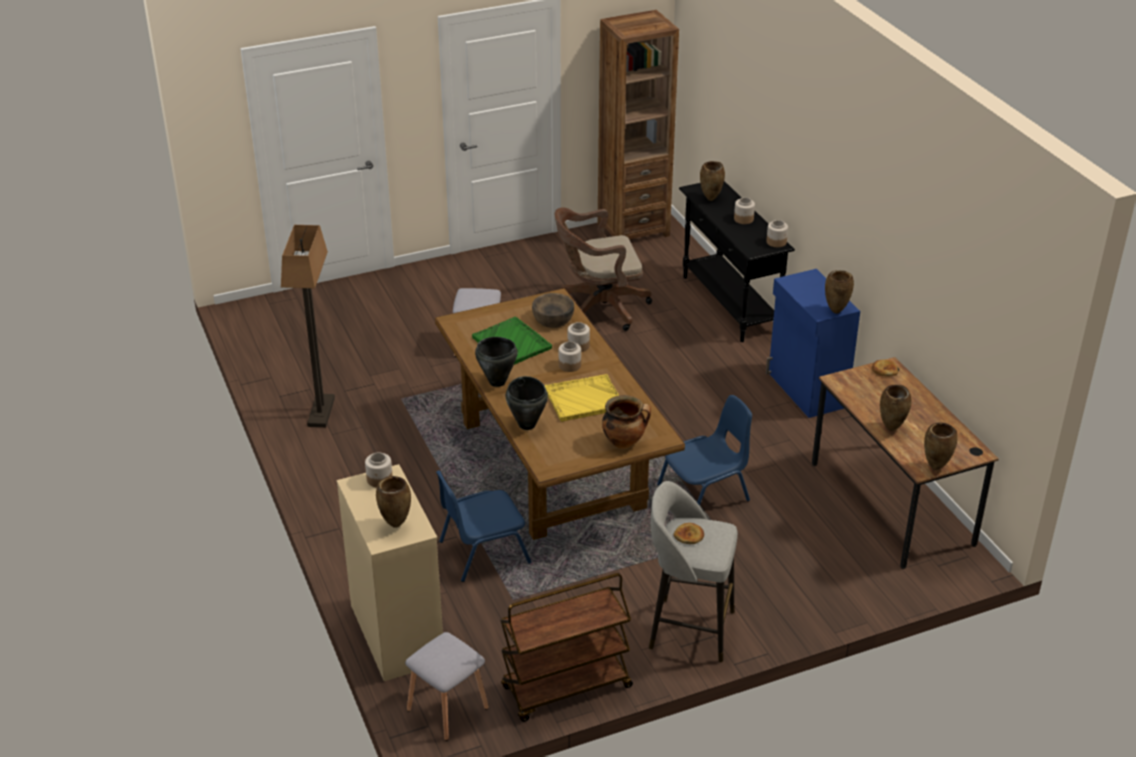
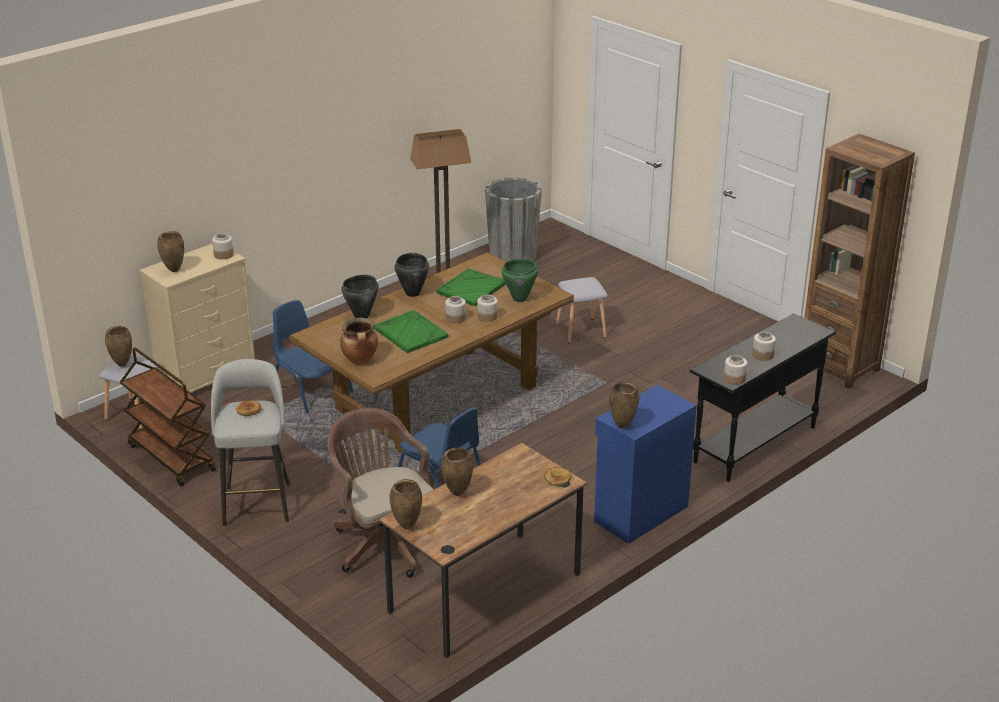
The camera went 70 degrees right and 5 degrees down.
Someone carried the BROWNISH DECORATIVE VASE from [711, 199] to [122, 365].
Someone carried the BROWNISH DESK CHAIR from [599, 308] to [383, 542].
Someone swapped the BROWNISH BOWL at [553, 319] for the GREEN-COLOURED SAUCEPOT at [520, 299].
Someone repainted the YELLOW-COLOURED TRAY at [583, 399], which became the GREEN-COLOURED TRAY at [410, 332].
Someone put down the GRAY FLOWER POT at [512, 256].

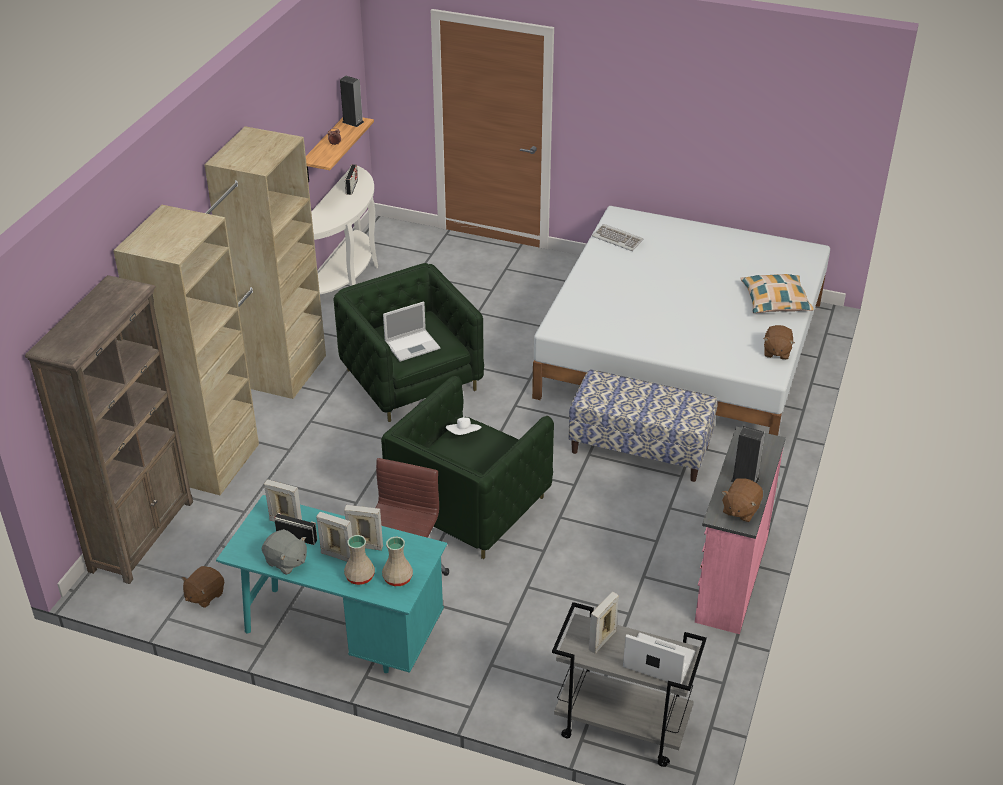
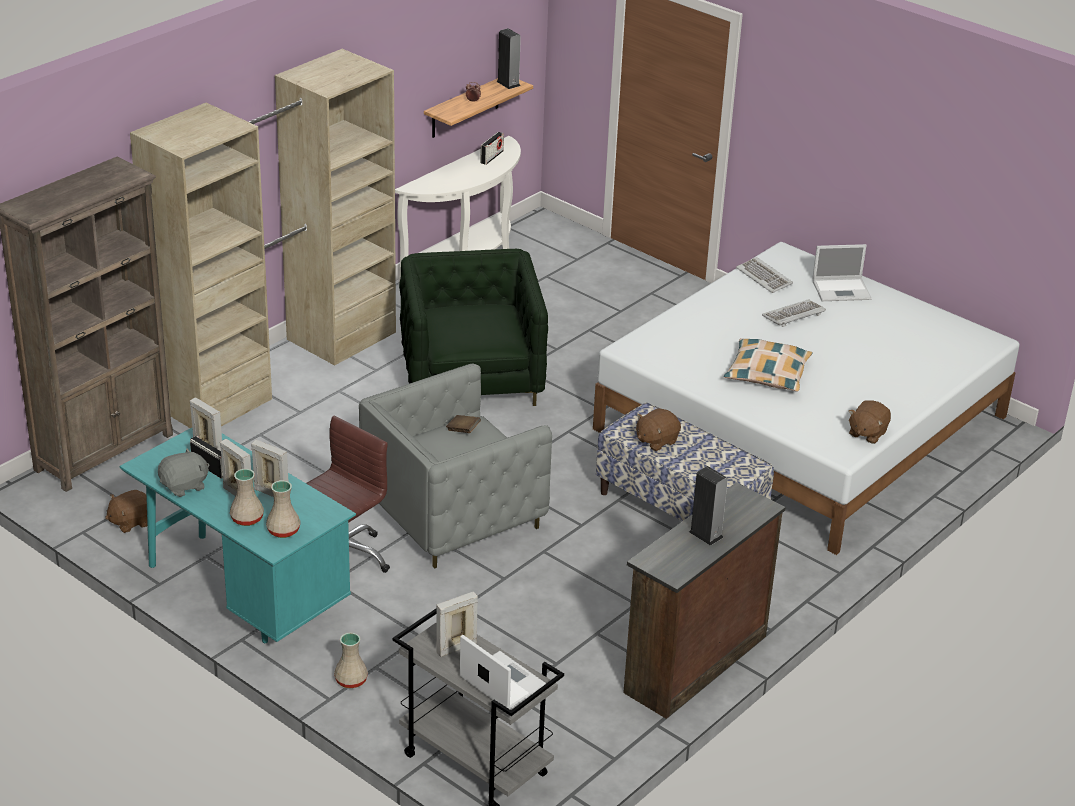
The camera went 20 degrees right and 5 degrees down.
Someone carried the CUSHION from [775, 301] to [767, 373].
Someone carried the LAPTOP from [413, 345] to [842, 290].
Someone repainted the GREEN-COLOURED LOUNGE CHAIR at [469, 505], which became the GRAY LOUNGE CHAIR at [453, 514].
Someone swapped the WHITE HAT at [464, 435] for the BROWNISH BOOK at [463, 430].
Someone repainted the PINKISH DRESSER at [729, 579], which became the BROWNISH DRESSER at [693, 663].
Someone carried the BROWNISH PLUSH TOY from [740, 510] to [656, 441].
Someone rotated the GRAY PLUSH TOY at [286, 562] by 90 degrees counterclockwise.
Someone put down the KEYBOARD at [793, 315].
Someone put down the SAND-COLOURED DECORATIVE VASE at [351, 681].

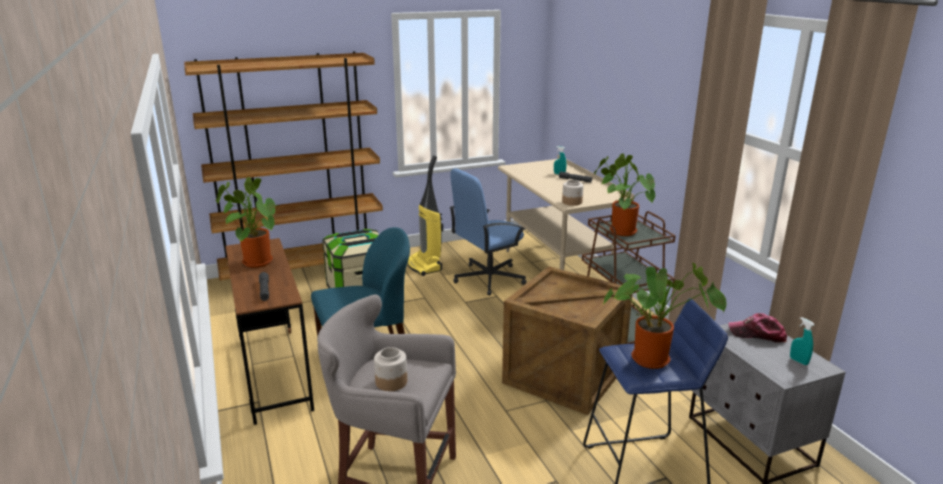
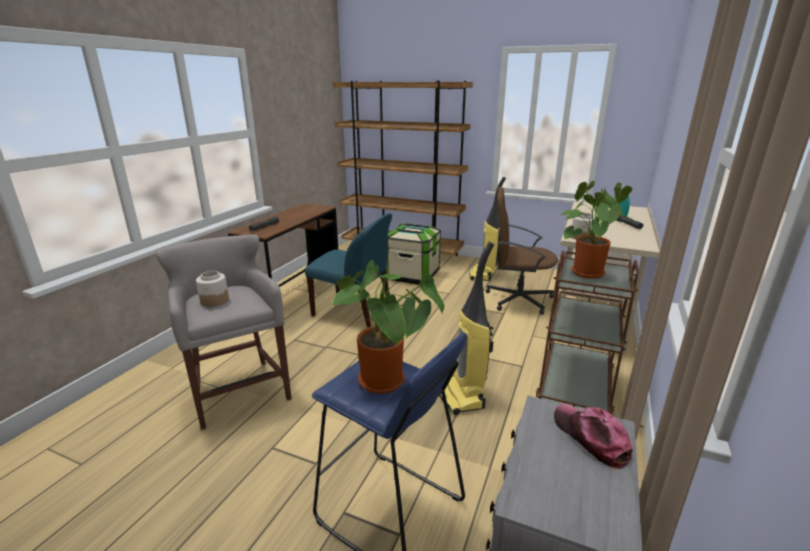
The camera went 45 degrees right and 0 degrees up.
Someone repainted the BLUISH DESK CHAIR at [488, 278], which became the BROWNISH DESK CHAIR at [517, 299].
Someone took away the HOUSEPLANT at [255, 262].
Someone swapped the SHIPPING CRATE at [566, 375] for the VACUUM CLEANER at [461, 394].
Someone took away the BLUE-GREEN SPRAYER at [798, 361].

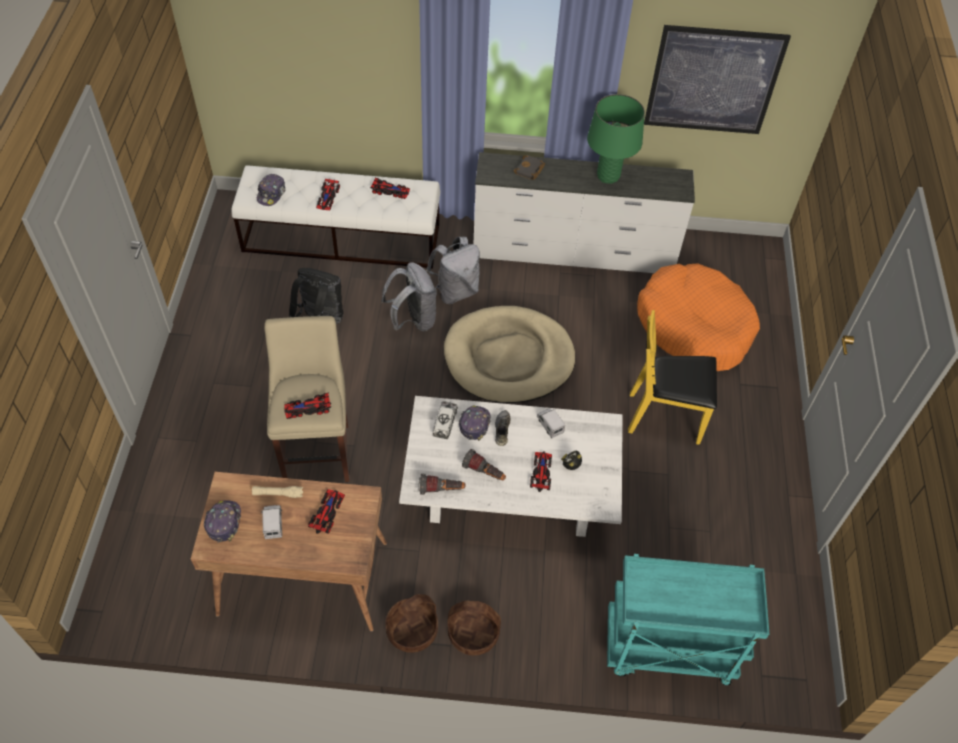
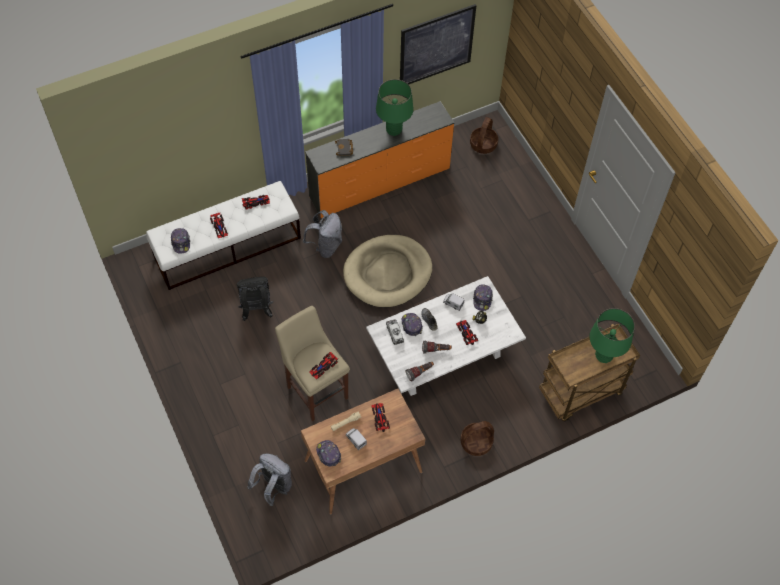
The camera went 30 degrees left and 5 degrees up.
Someone repainted the WHITE DRESSER at [573, 252], which became the ORANGE DRESSER at [380, 183].
Someone carried the GRAY BACKPACK from [413, 319] to [273, 487].
Someone took away the ORANGE DOG BED at [694, 326].
Someone took away the YELLOW-COLOURED CHAIR at [665, 417].
Someone repainted the BLUE-GREEN CART at [667, 649], which became the BROWNISH CART at [580, 393].
Someone carried the BASKET from [412, 629] to [483, 144].
Someone put down the BASEBALL CAP at [482, 299].
Someone put down the GREEN-COLOURED TABLETOP LAMP at [604, 356].

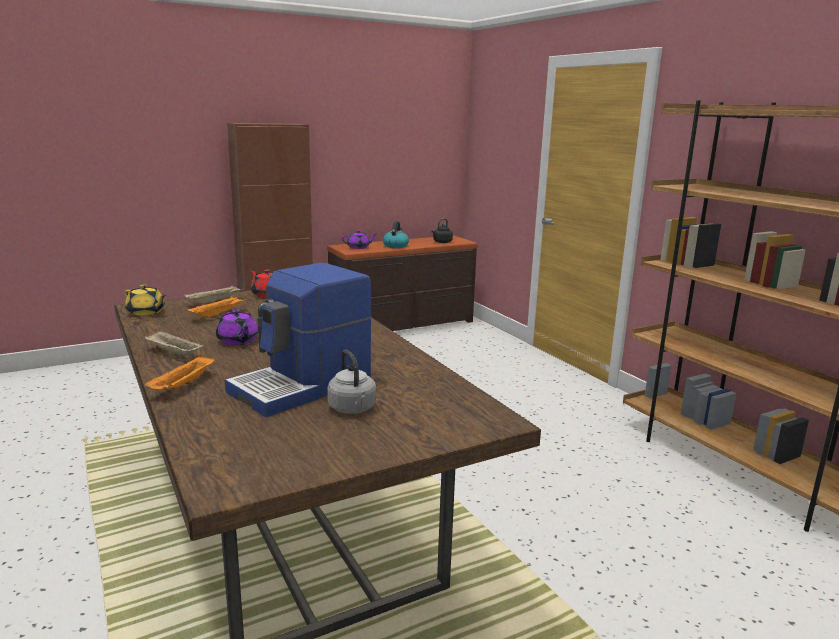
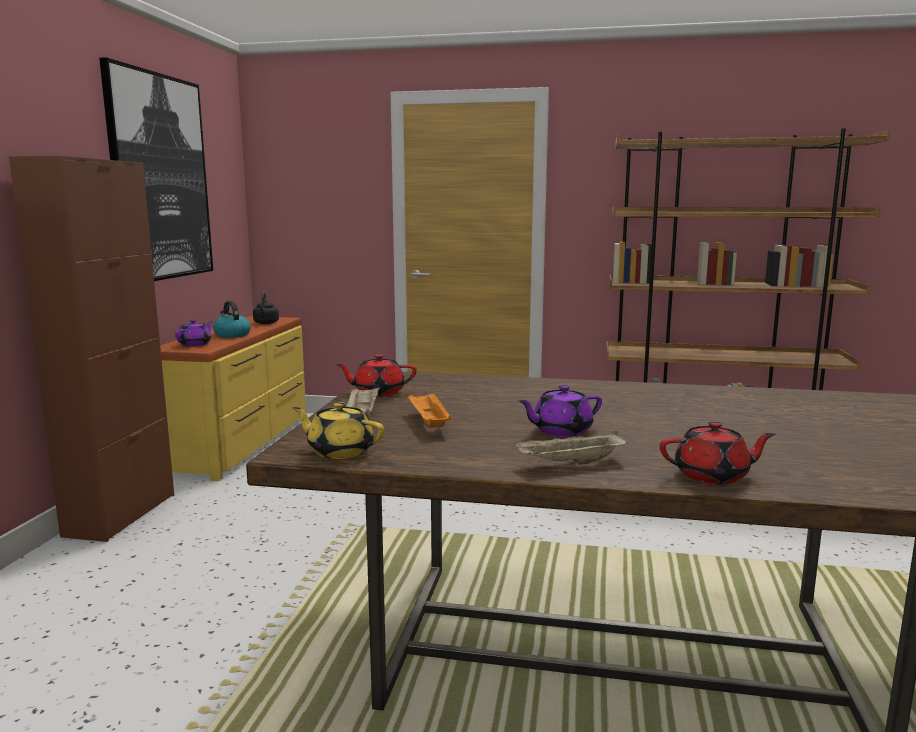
The camera went 50 degrees left and 5 degrees down.
Someone repainted the BROWNISH DRESSER at [403, 325], which became the YELLOW-COLOURED DRESSER at [242, 443].
Someone took away the COFFEE MACHINE at [303, 386].
Someone rotated the YELLOW-COLOURED POT FOR TEA at [146, 312] by 135 degrees counterclockwise.
Someone rotated the PURPLISH POT FOR TEA at [238, 341] by 150 degrees clockwise.
Someone took away the GRAY KETTLE at [353, 409].
Someone swapped the ORANGE TRAY at [183, 386] for the REDDISH POT FOR TEA at [713, 476].
Someone put up the WALL PICTURE at [160, 178].

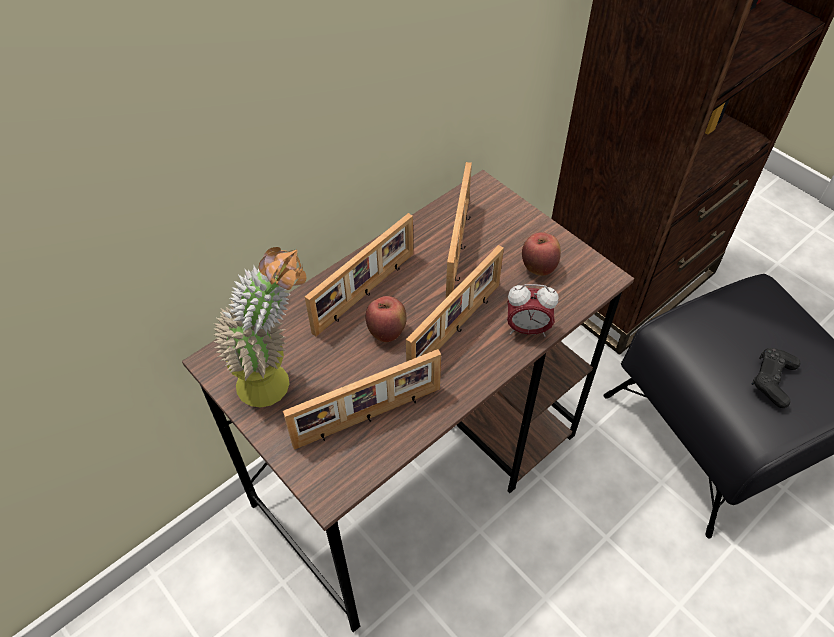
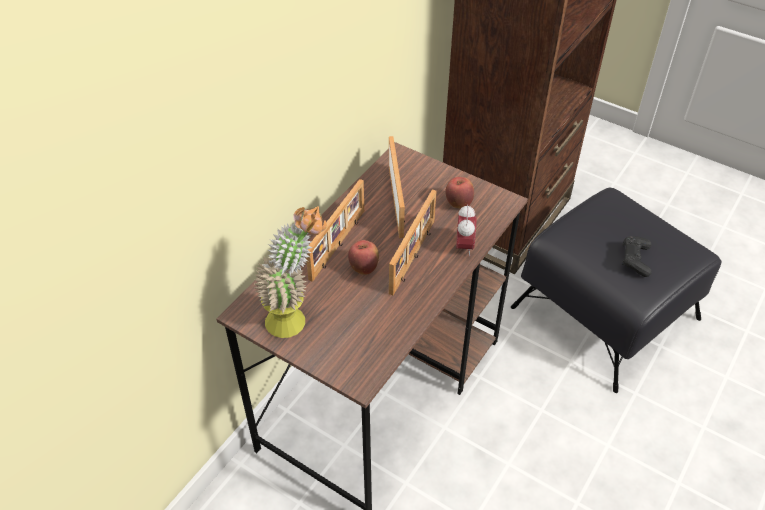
The camera went 15 degrees left and 5 degrees down.
Someone rotated the BEDSIDE CLOCK at [527, 329] by 75 degrees counterclockwise.
Someone took away the STANDING FRAME at [368, 418].

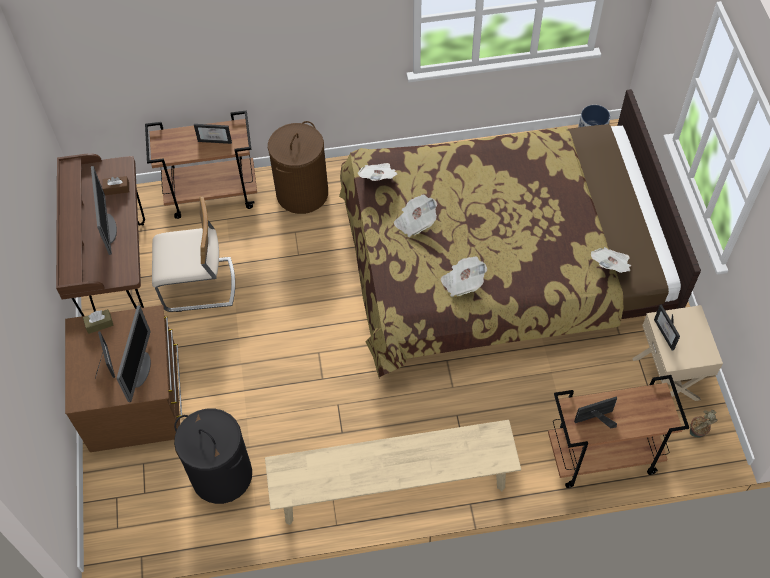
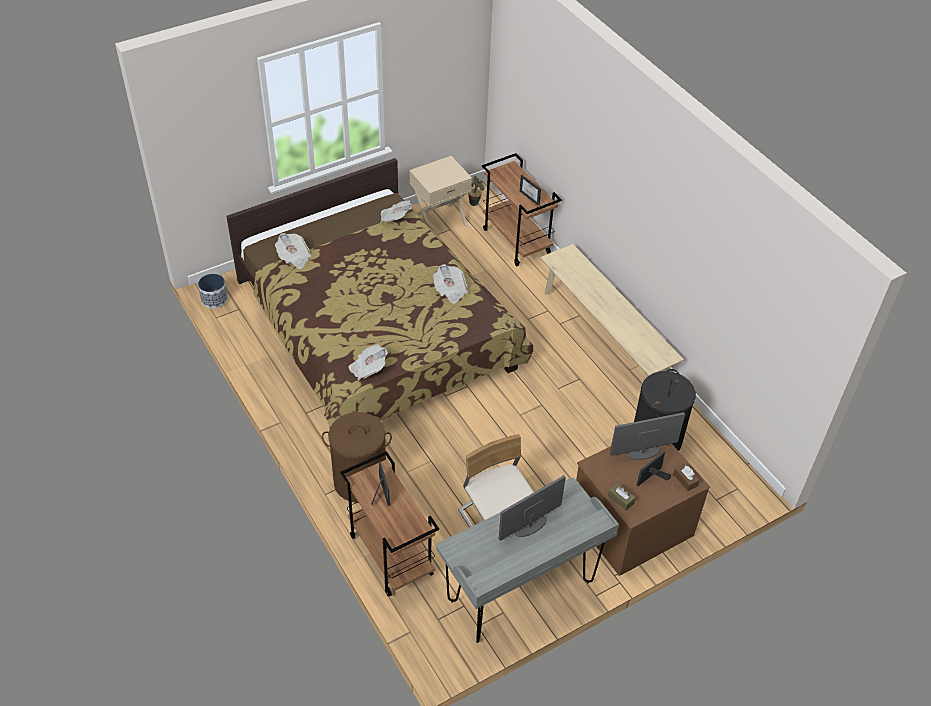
The camera went 115 degrees left and 10 degrees down.
Someone repainted the BROWNISH DESK at [120, 277], which became the GRAY DESK at [521, 592].
Someone carried the BROWNISH TISSUE BOX from [117, 188] to [685, 480].
Someone carried the NEWSPAPER from [415, 222] to [294, 257].
Someone took away the STANDING FRAME at [667, 334].

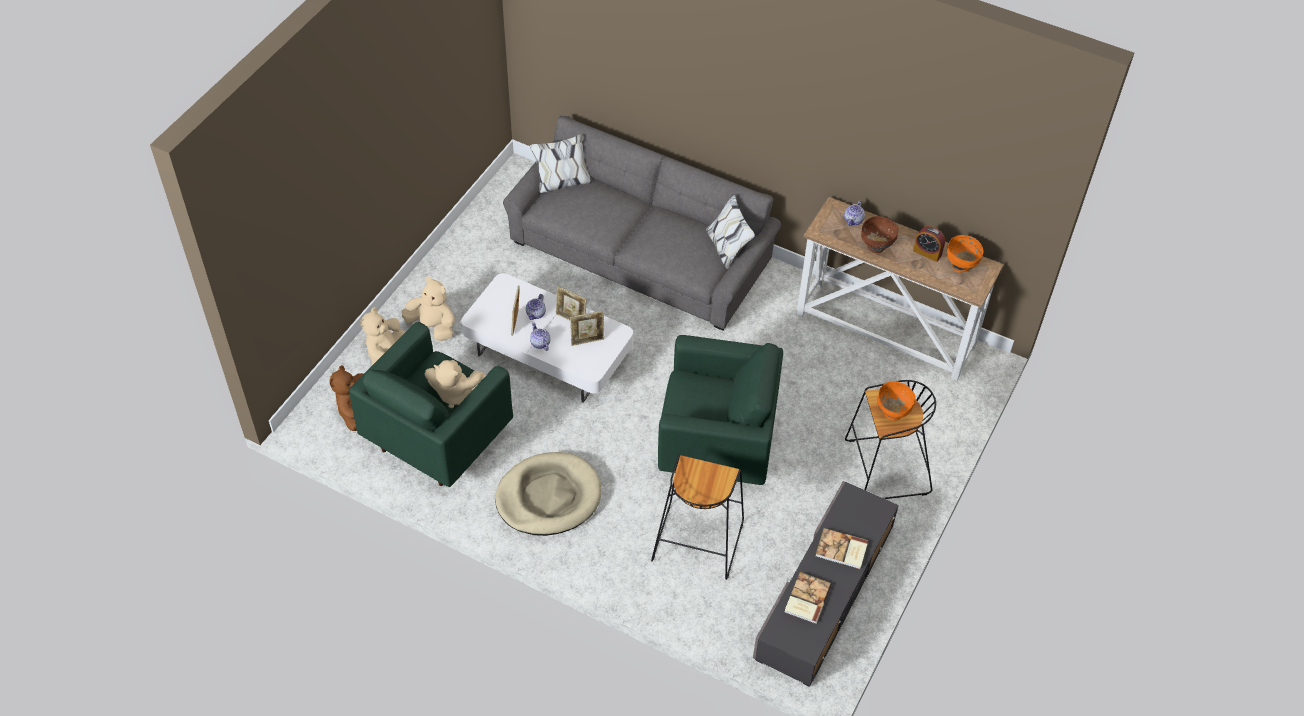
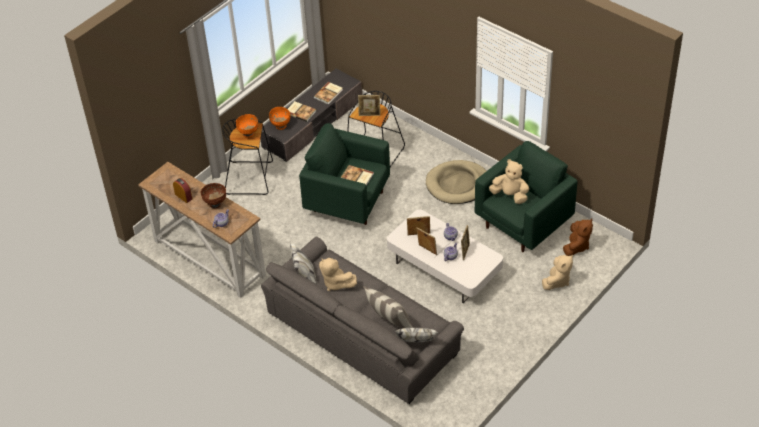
The camera went 165 degrees left and 5 degrees down.
Someone carried the ORANGE BOWL from [961, 266] to [280, 126].
Someone carried the SAND-COLOURED PLUSH TOY from [432, 326] to [336, 283].
Someone put down the STANDING FRAME at [369, 115].
Someone put down the BOOK at [357, 177].
Someone put down the CUSHION at [389, 323].

